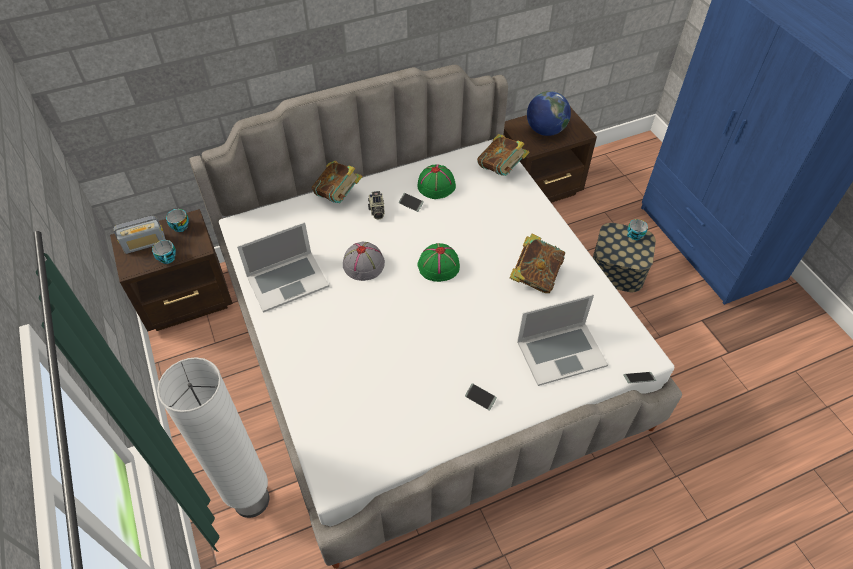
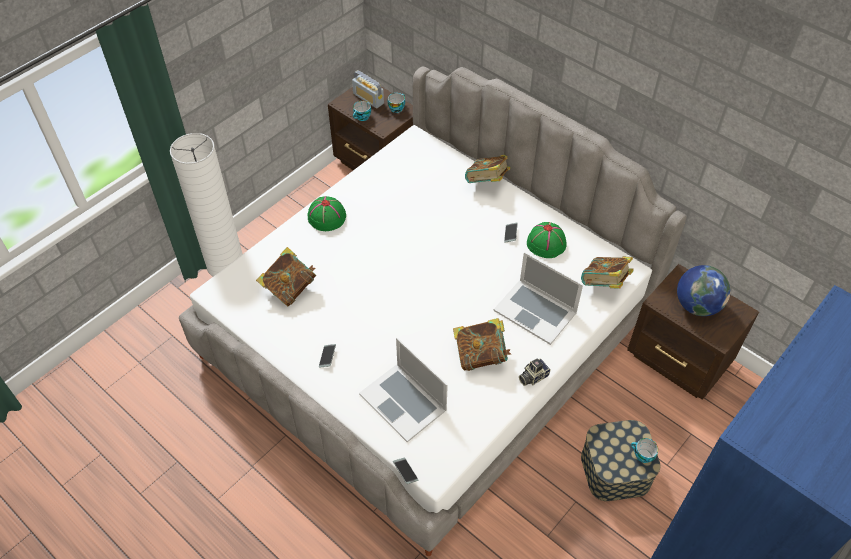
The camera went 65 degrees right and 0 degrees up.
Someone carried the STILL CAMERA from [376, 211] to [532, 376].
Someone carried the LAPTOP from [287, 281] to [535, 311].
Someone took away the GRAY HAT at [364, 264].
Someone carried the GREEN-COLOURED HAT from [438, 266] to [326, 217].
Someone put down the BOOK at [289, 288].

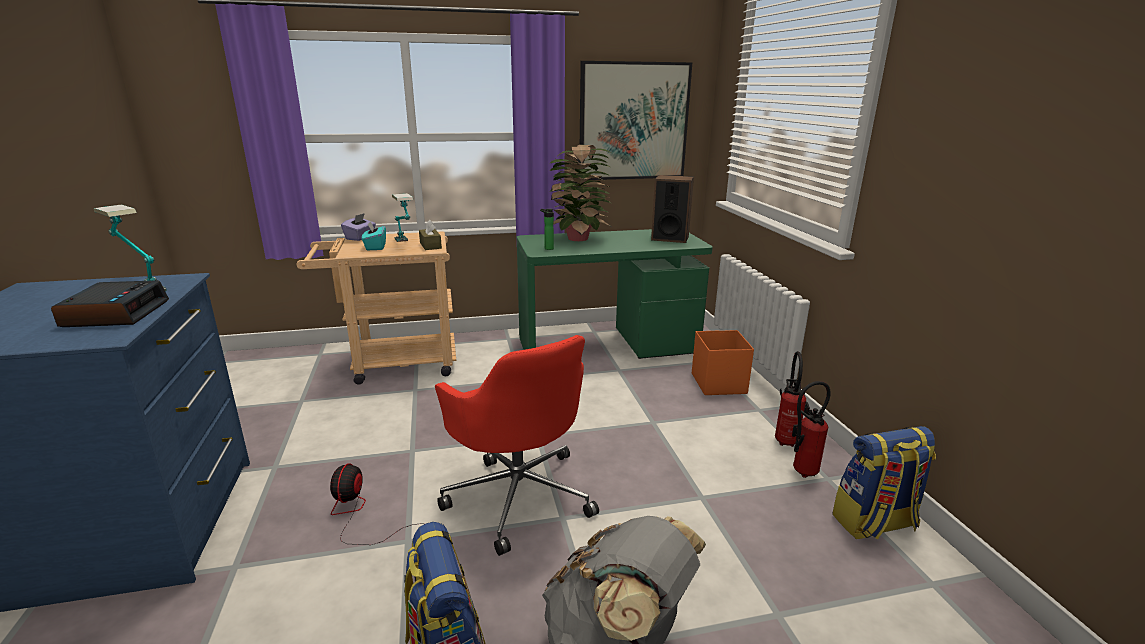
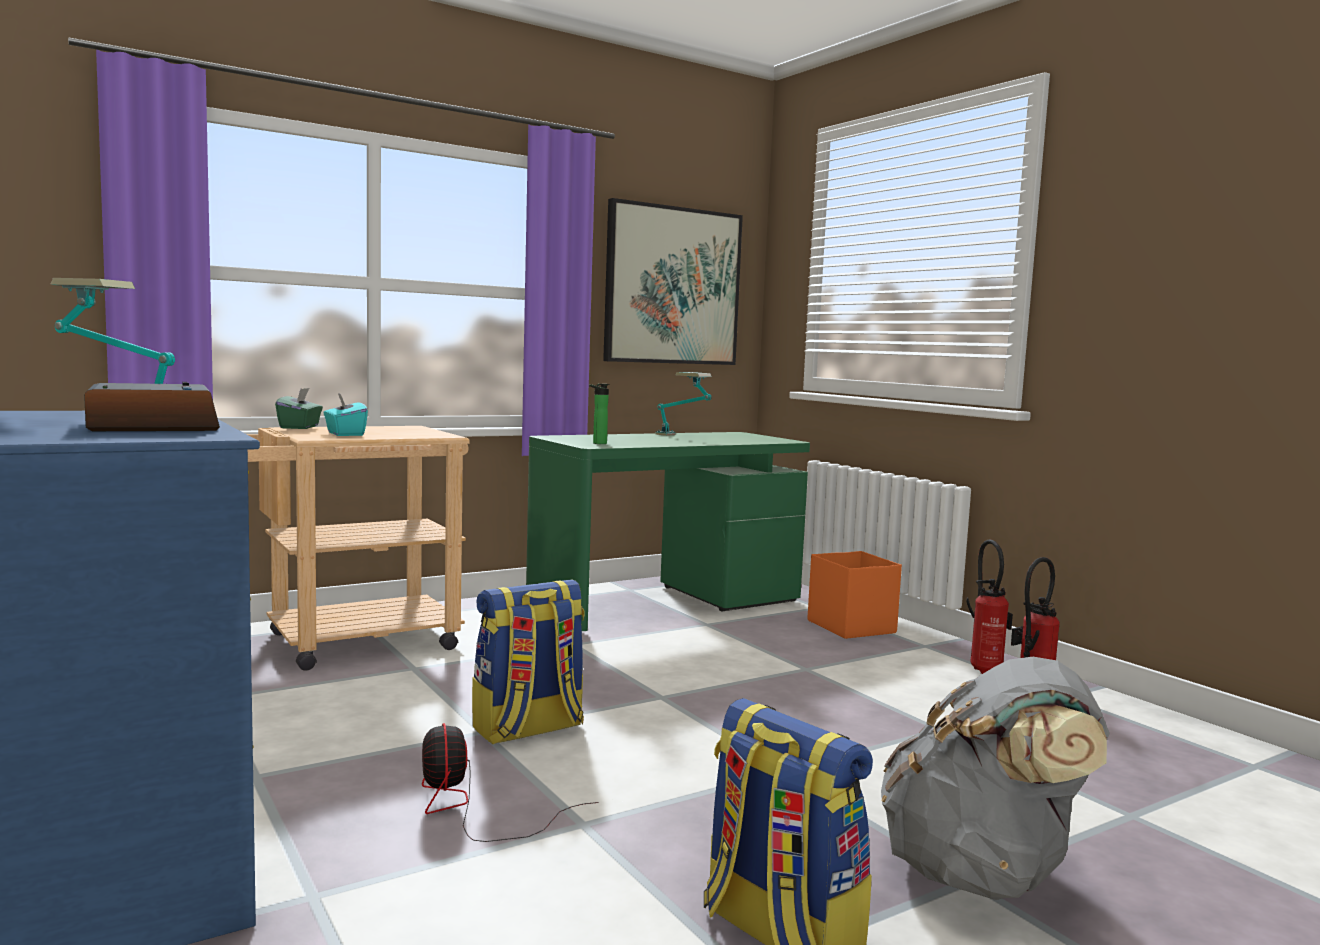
The camera went 20 degrees left and 15 degrees down.
Someone took away the HOUSEPLANT at [578, 239].
Someone took away the AUDIO SPEAKER at [670, 238].
Someone carried the TABLETOP LAMP from [405, 244] to [683, 436].
Someone repainted the PURPLISH TISSUE BOX at [360, 237], which became the GREEN-COLOURED TISSUE BOX at [300, 427].
Someone took away the BROWNISH TISSUE BOX at [430, 245].
Someone took away the REDDISH DESK CHAIR at [519, 494].
Someone carried the BACKPACK from [874, 523] to [528, 729].

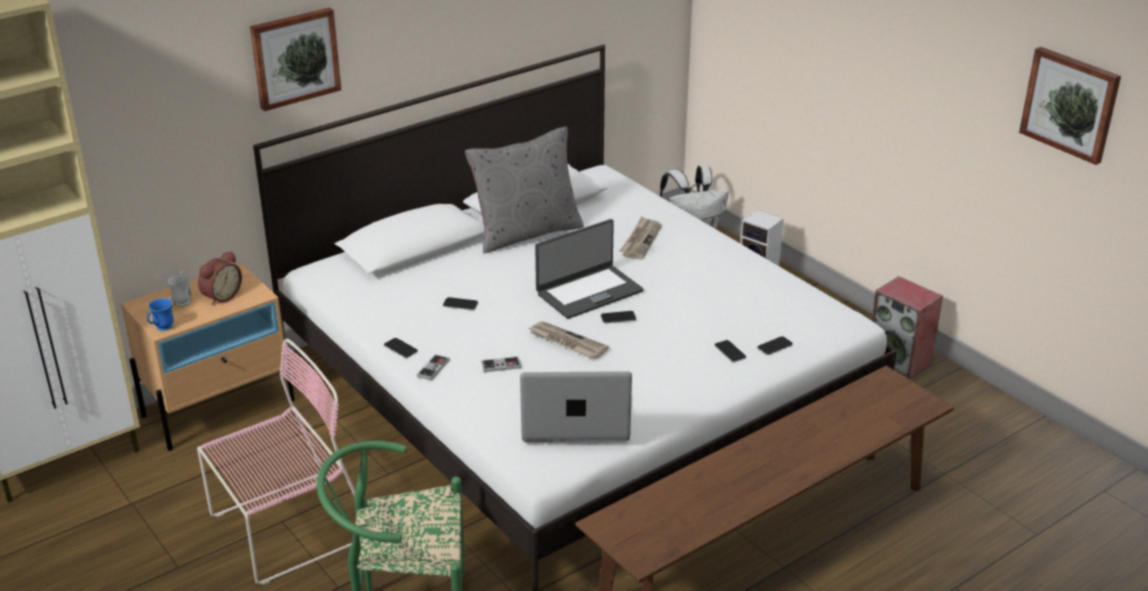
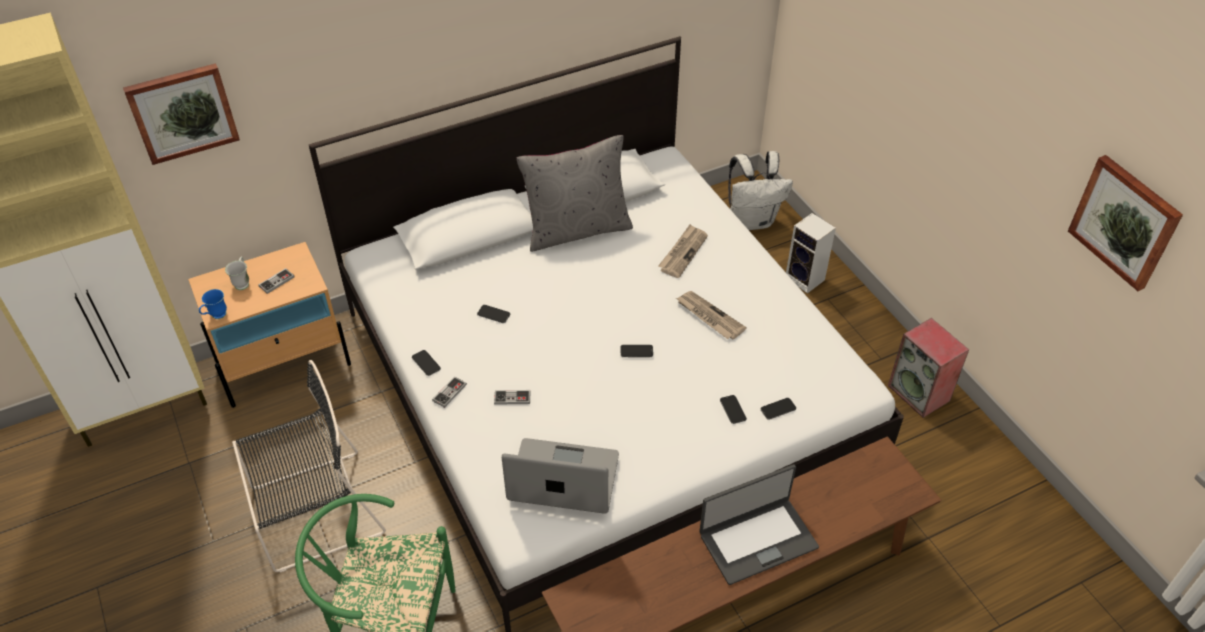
The camera went 10 degrees right and 15 degrees up.
Someone carried the WALL PICTURE from [295, 58] to [182, 112].
Someone carried the LAPTOP from [588, 292] to [757, 540].
Someone swapped the BEDSIDE CLOCK at [221, 296] for the GAMEPAD at [276, 282].
Someone carried the NEWSPAPER from [566, 342] to [709, 317].
Someone repainted the PINKISH CHAIR at [286, 529], which became the BLACK-COLOURED CHAIR at [312, 512].

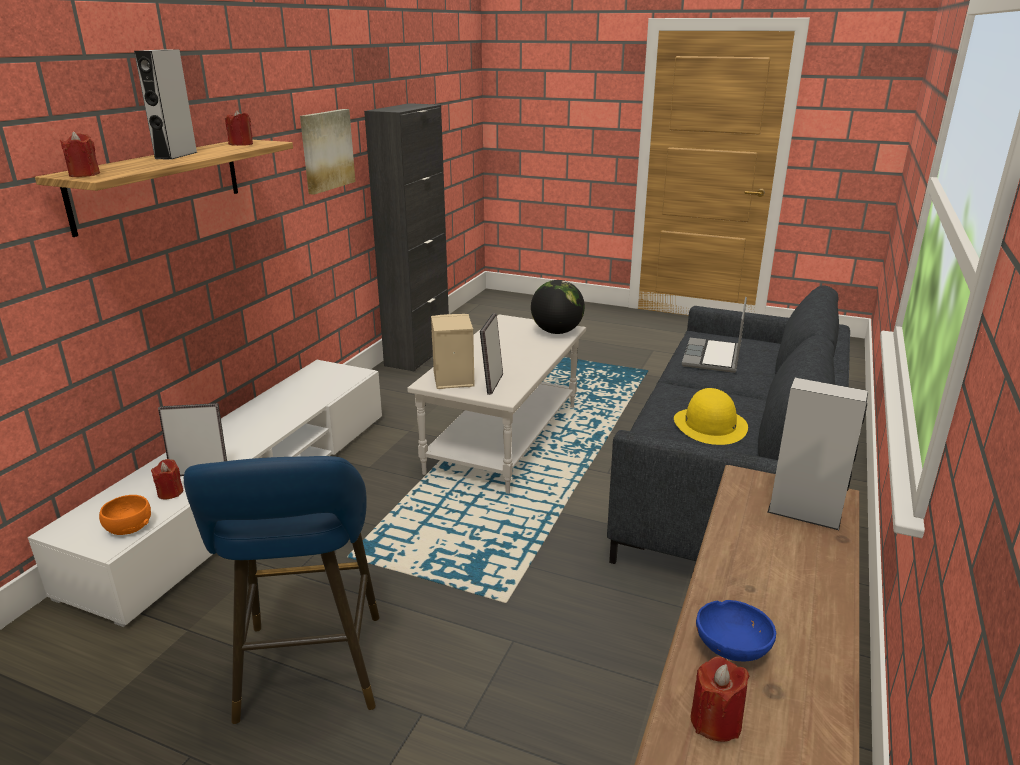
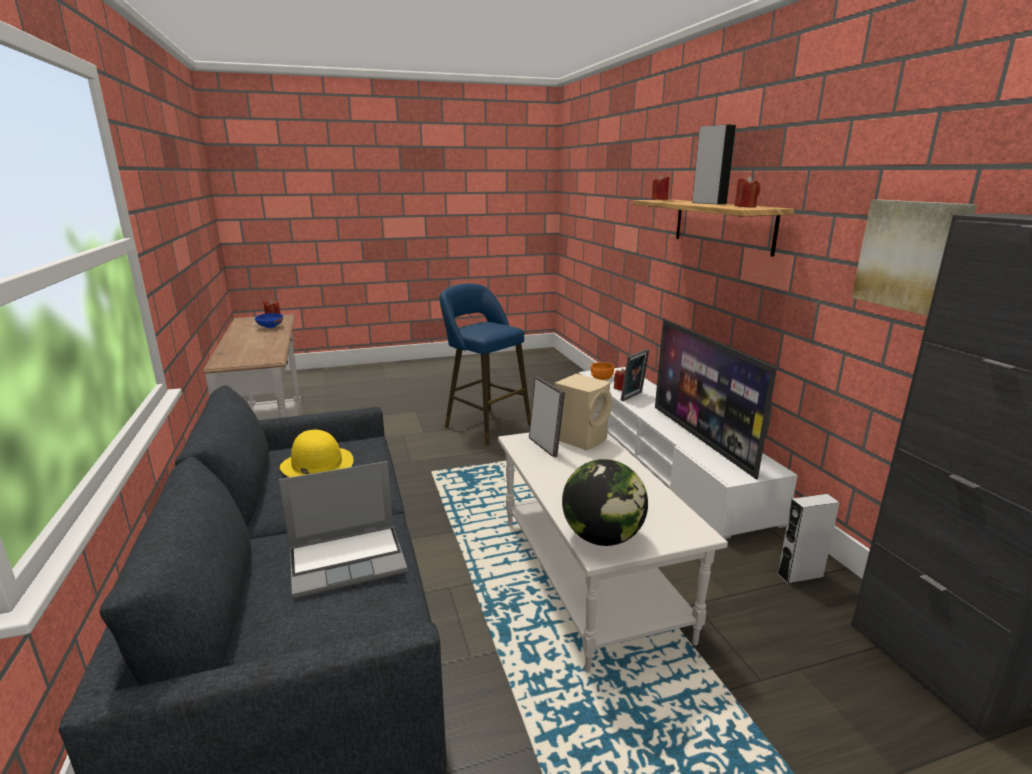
The camera went 140 degrees right and 5 degrees down.
Someone rotated the LAPTOP at [713, 357] by 90 degrees clockwise.
Someone carried the GRAY AUDIO SPEAKER from [804, 514] to [800, 575].
Someone put down the TELEVISION at [702, 439].

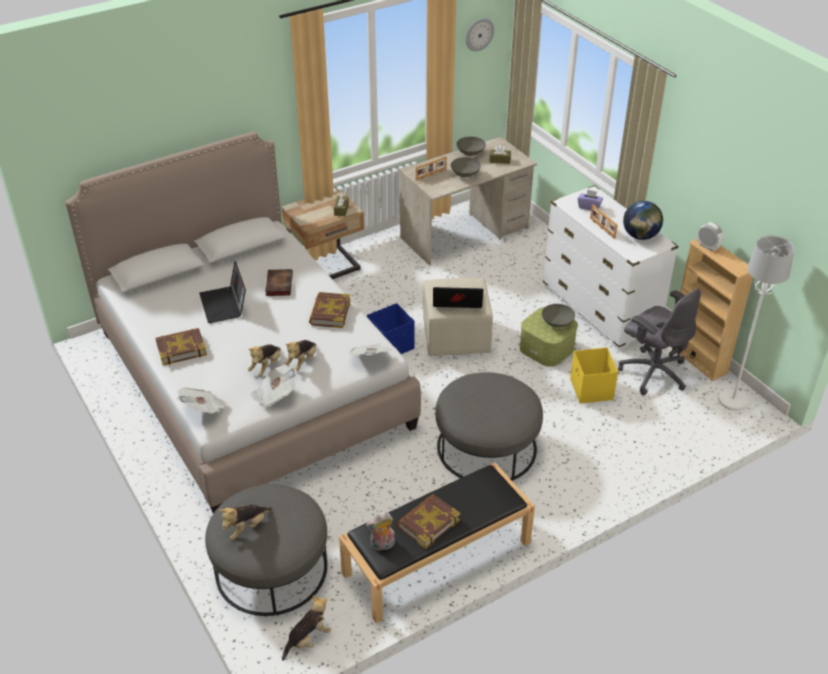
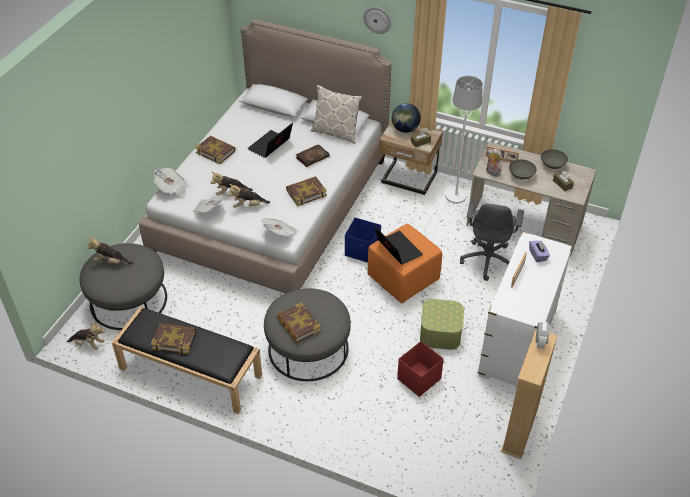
The camera went 55 degrees right and 5 degrees up.
Someone carried the HANGING CLOCK from [479, 34] to [377, 19].
Someone carried the GLOBE from [640, 236] to [405, 129].
Someone carried the WHITE FLOOR LAMP from [732, 400] to [456, 196].
Someone repainted the SAND-COLOURED OTTOMAN at [455, 337], which became the ORANGE OTTOMAN at [403, 278].
Someone carried the GRAY DESK CHAIR from [653, 372] to [488, 260].
Someone took away the GRAY BOWL at [557, 323].
Someone repainted the YELLOW-COLOURED STORAGE BOX at [591, 390], which became the REDDISH STORAGE BOX at [418, 379].
Someone carried the PLUSH TOY from [382, 545] to [492, 173].
Someone put down the CUSHION at [336, 133].
Someone put down the BOOK at [298, 325].

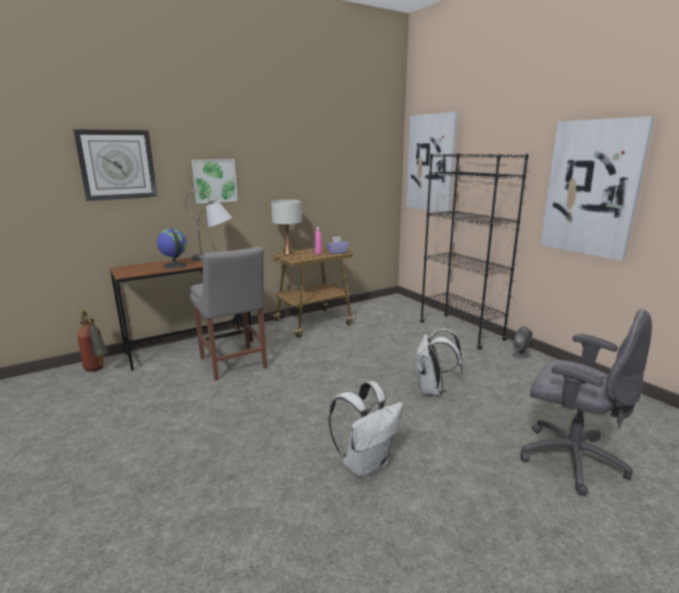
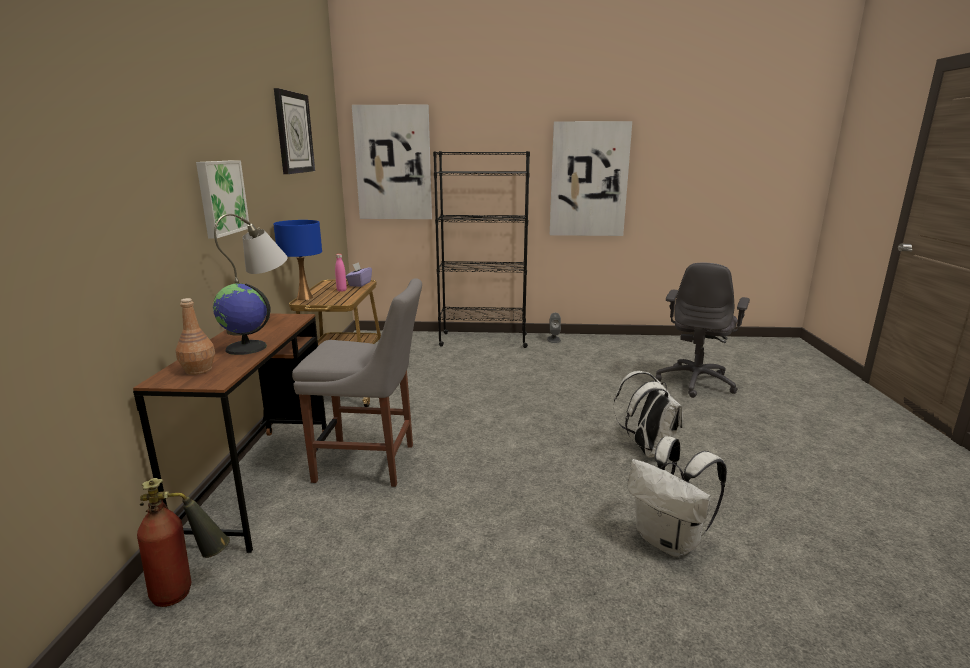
The camera went 55 degrees left and 0 degrees up.
Someone carried the HANGING CLOCK from [117, 165] to [293, 133].
Someone repainted the WHITE TABLETOP LAMP at [288, 252], which became the BLUISH TABLETOP LAMP at [305, 298].
Someone rotated the GRAY DESK CHAIR at [569, 458] by 135 degrees clockwise.
Someone carried the WHITE BACKPACK from [432, 391] to [669, 541].
Someone put down the BROWNISH DRINK BOTTLE at [198, 370].

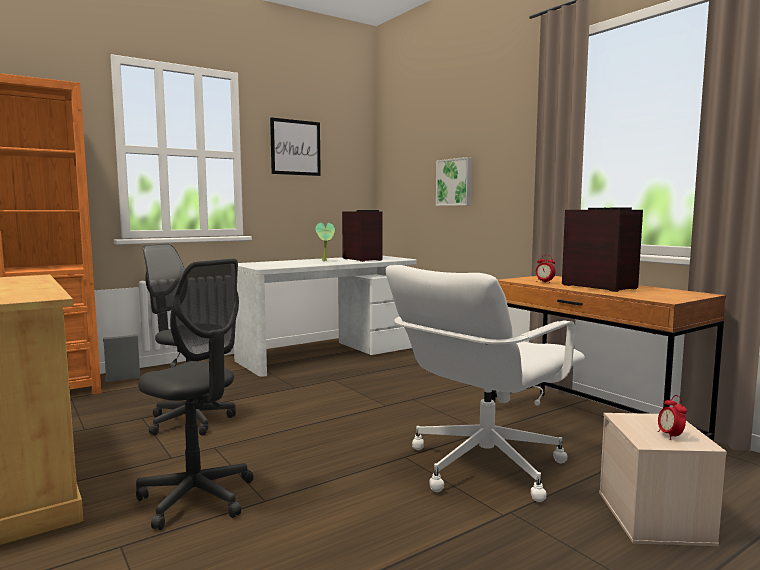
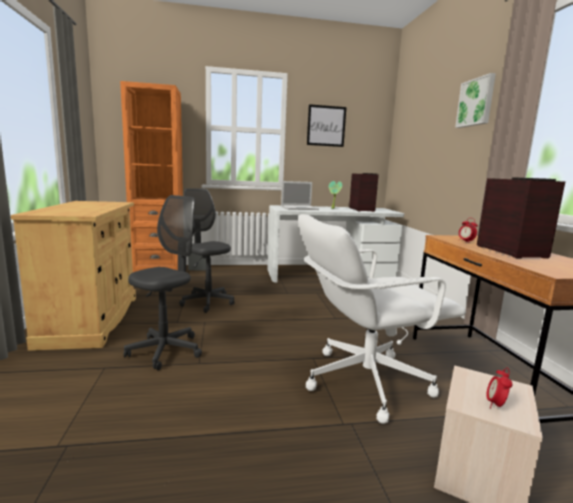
The camera went 25 degrees right and 5 degrees up.
Someone carried the WALL PICTURE from [455, 182] to [476, 102].
Someone rotated the GRAY DESK CHAIR at [197, 498] by 120 degrees counterclockwise.
Someone put down the LAPTOP at [300, 208].

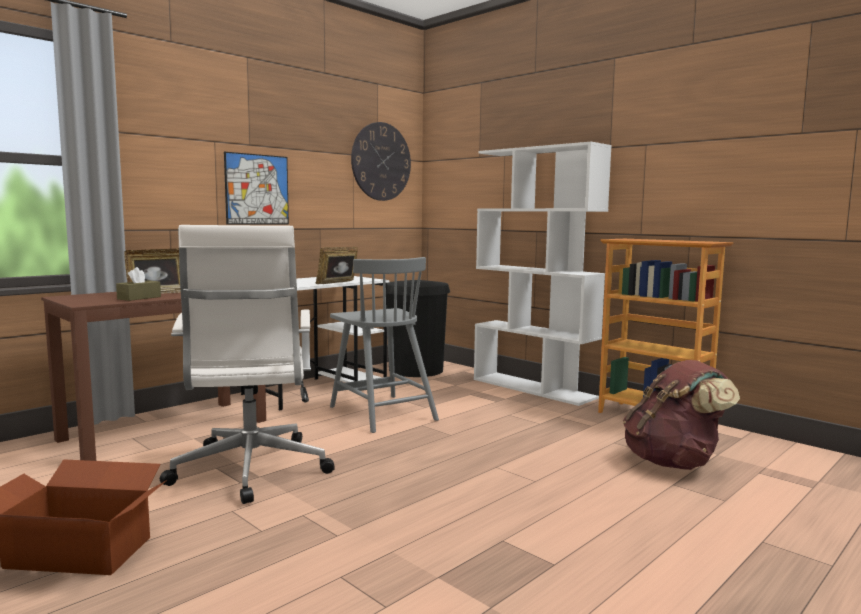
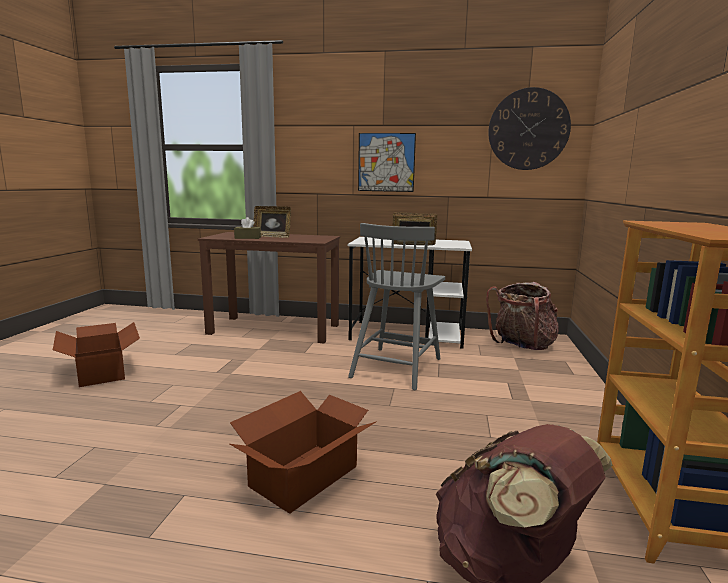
The camera went 55 degrees right and 5 degrees up.
Someone took away the WHITE BOOKCASE at [534, 388].
Someone took away the WHITE DESK CHAIR at [250, 471].
Someone swapped the BLACK-COLOURED RUBBISH BIN at [416, 370] for the BACKPACK at [522, 345].
Someone put down the CARTON at [302, 476].

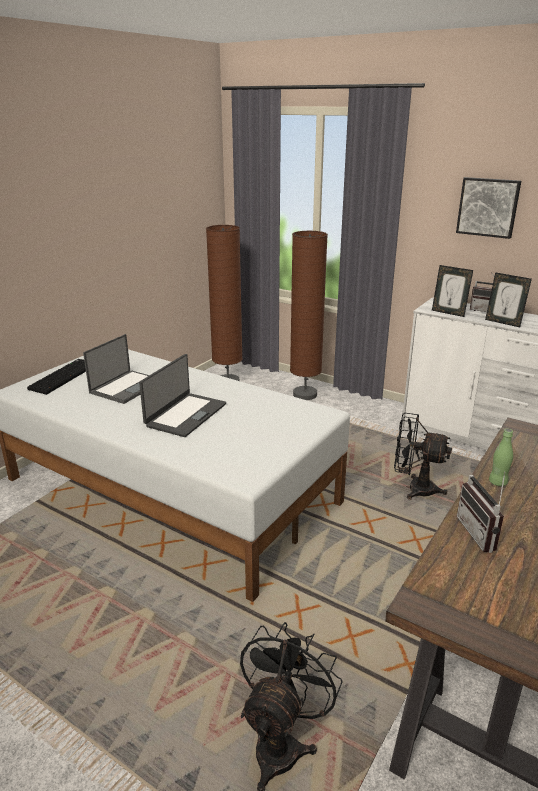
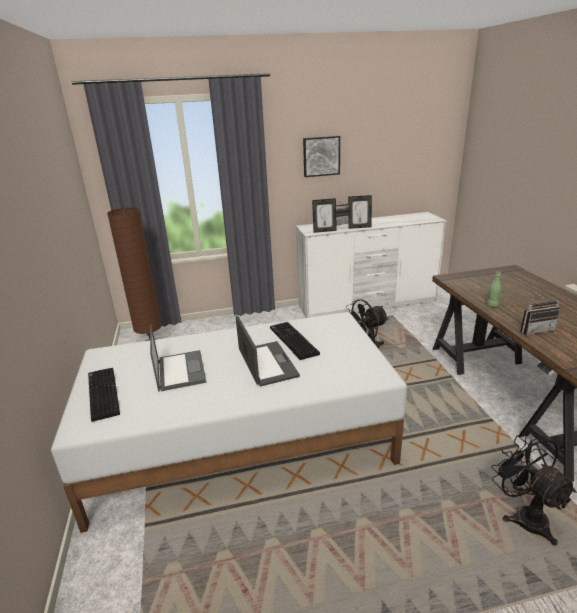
The camera went 45 degrees left and 0 degrees up.
Someone took away the BROWNISH FLOOR LAMP at [305, 394].
Someone rotated the RADIO at [482, 534] by 45 degrees counterclockwise.
Someone put down the KEYBOARD at [292, 341].

